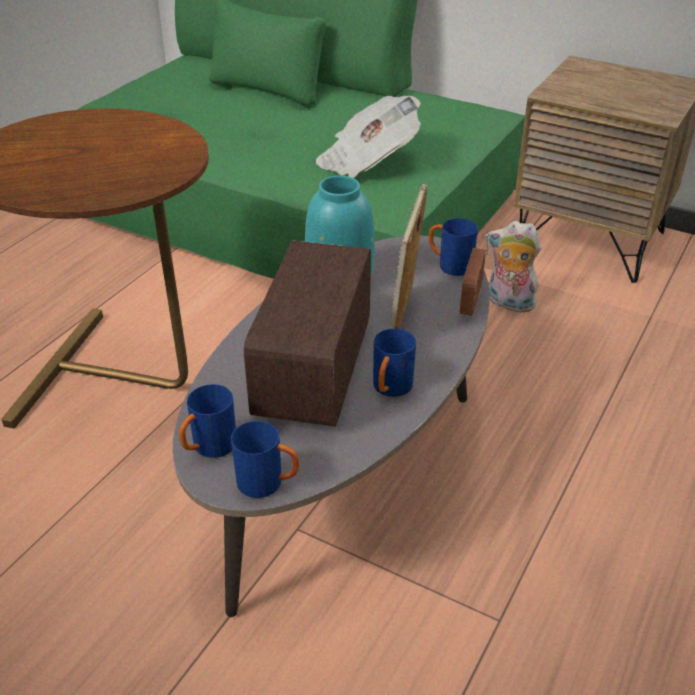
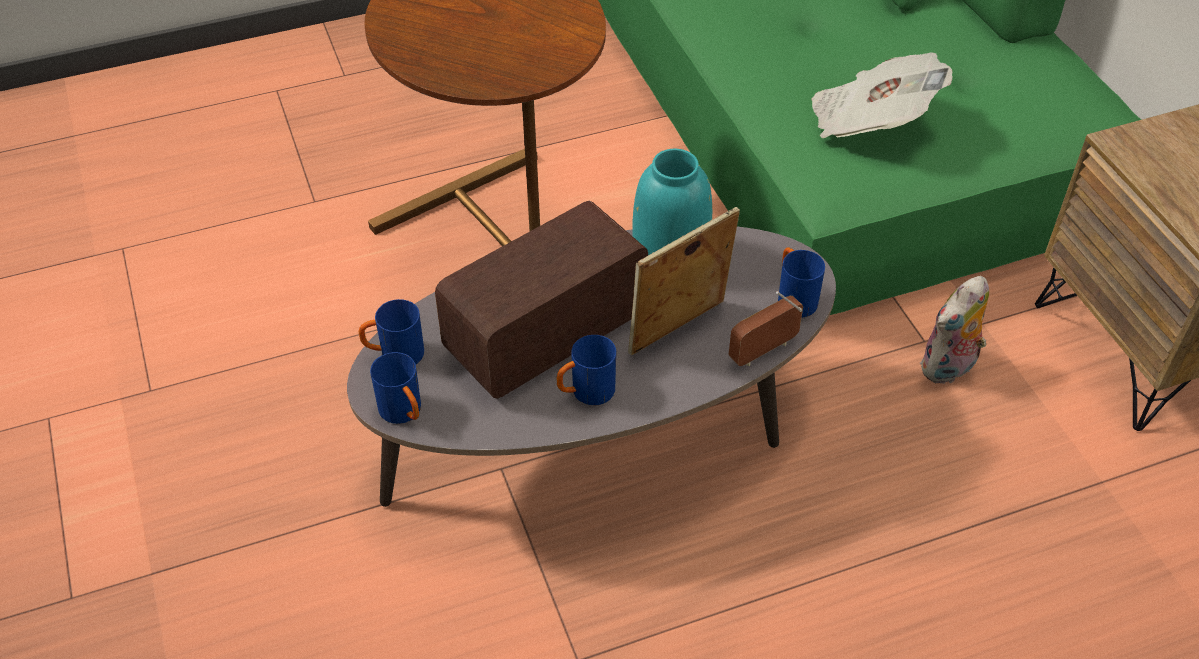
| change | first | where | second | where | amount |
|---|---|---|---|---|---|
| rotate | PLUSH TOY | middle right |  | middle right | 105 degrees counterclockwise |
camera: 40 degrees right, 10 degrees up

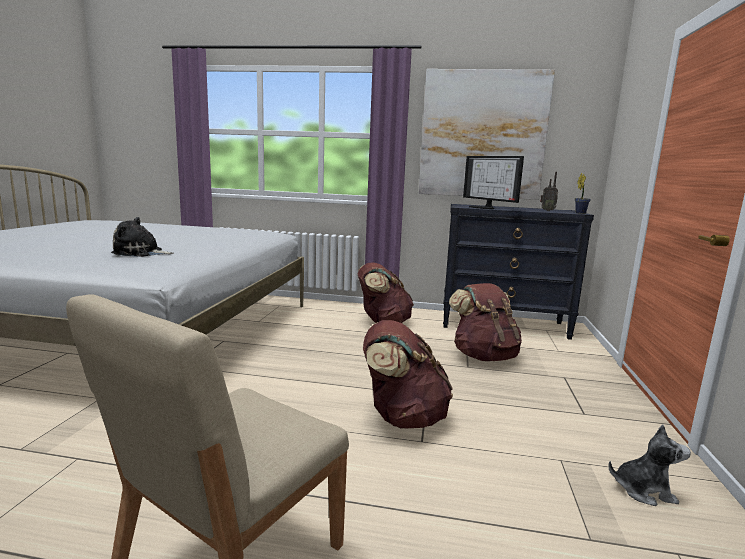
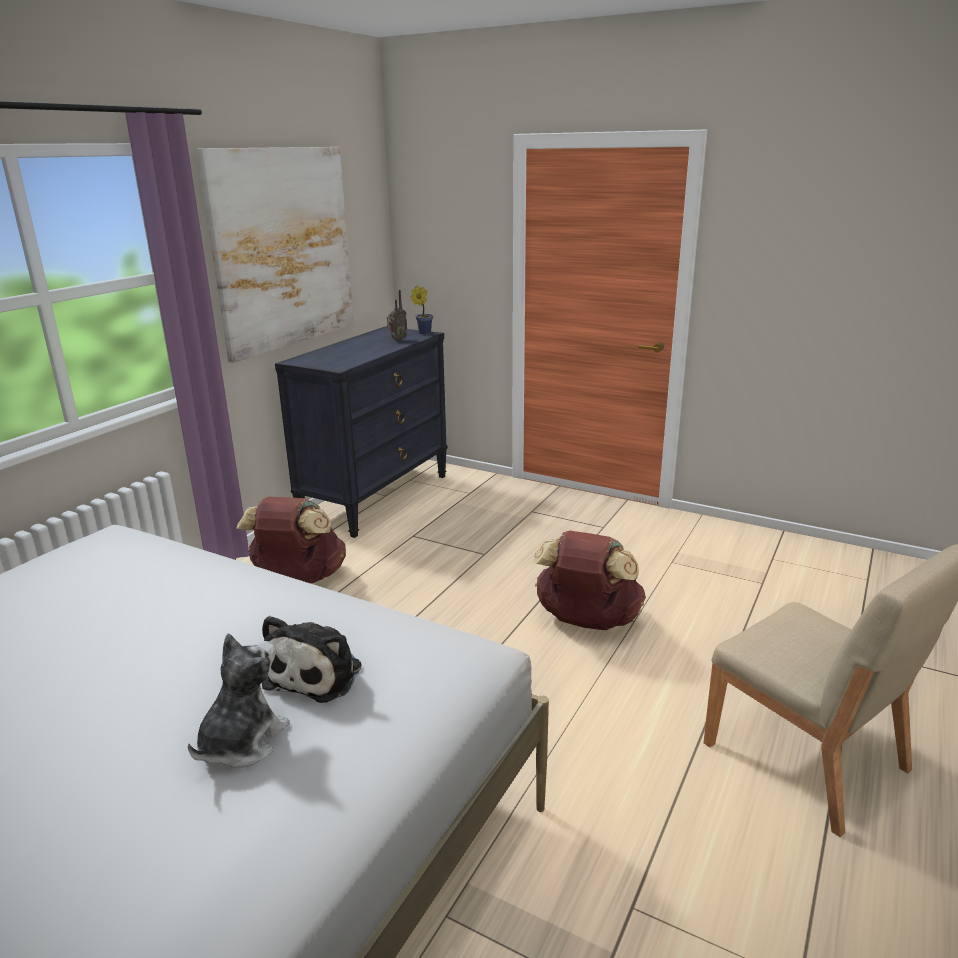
| change | first | where | second | where | amount |
|---|---|---|---|---|---|
| delete | BROWN BACKPACK (3rd from left) | centre |  |  |  |
| delete | MONITOR | top centre |  |  |  |
| move | PLUSH TOY (2nd from left in the first image) | bottom right | PLUSH TOY (1st from left) | bottom left |  |
camera: 70 degrees left, 10 degrees up

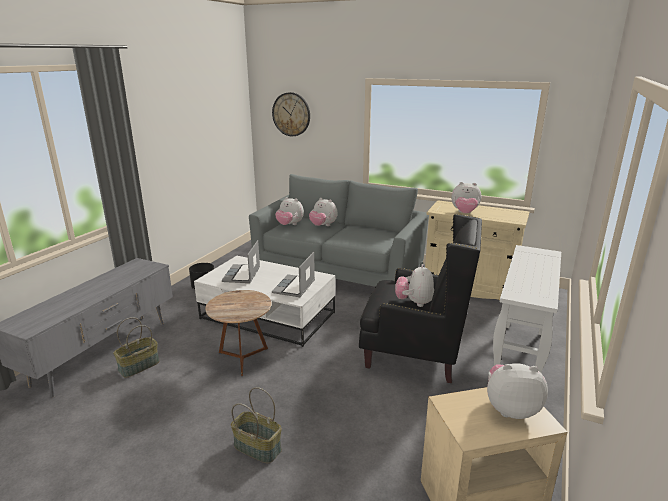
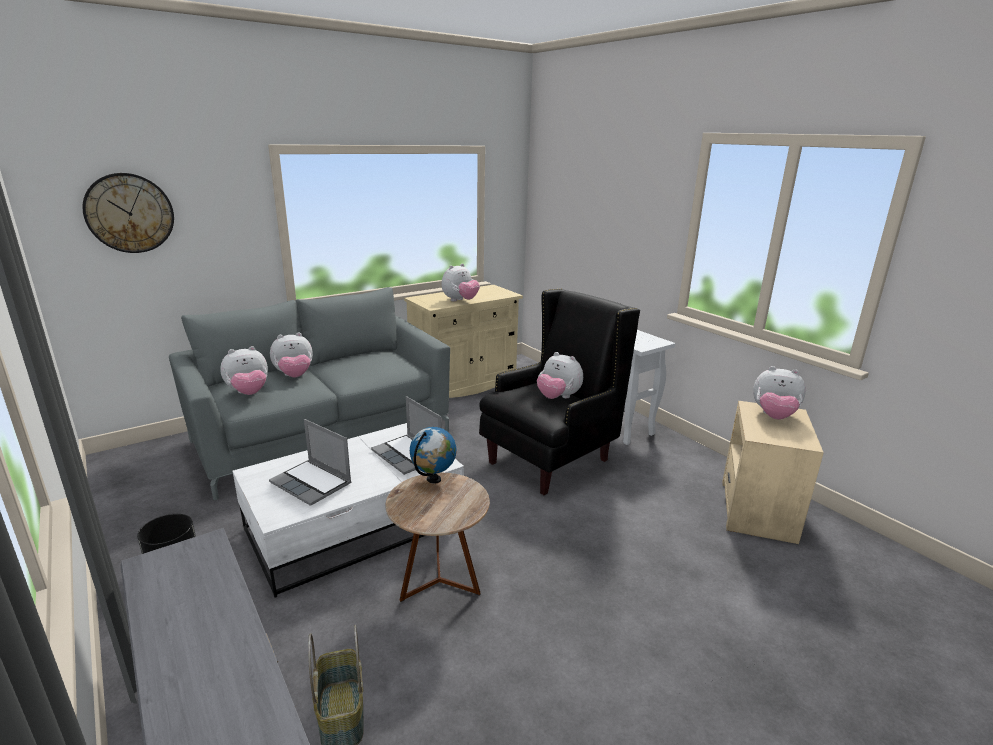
| change | first | where | second | where | amount |
|---|---|---|---|---|---|
| delete | BASKET (2nd from left) | bottom centre |  |  |  |
| insert |  |  | GLOBE | centre |  |
| rotate | PLUSH TOY (5th from left) | bottom right |  | middle right | 105 degrees counterclockwise |
camera: 60 degrees left, 0 degrees up

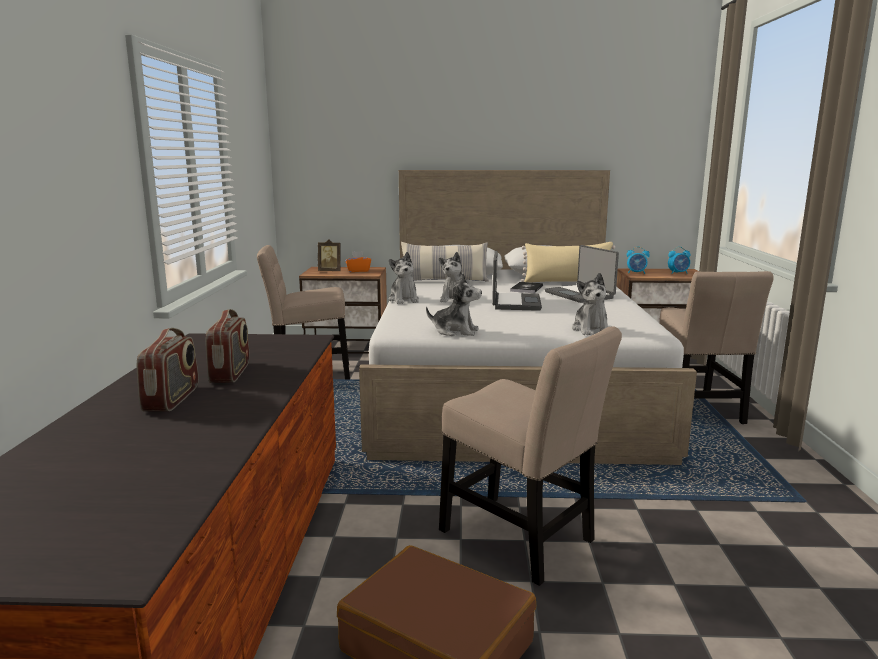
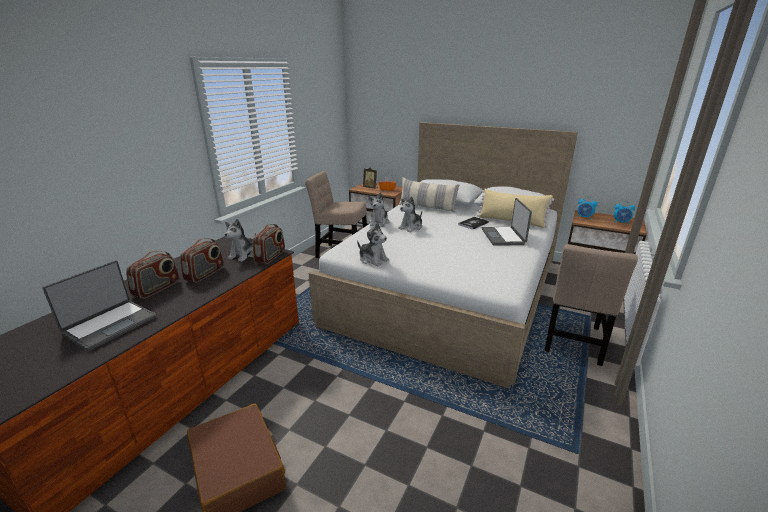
| change | first | where | second | where | amount |
|---|---|---|---|---|---|
| delete | BEIGE CHAIR (2nd from left) | bottom centre |  |  |  |
| insert |  |  | RADIO (3rd from left) | centre |  |
| move | LAPTOP (1st from left) | centre |  | middle left |  |
| move | PLUSH TOY (4th from left in the first image) | middle right | PLUSH TOY (1st from left) | middle left |  |
camera: 25 degrees right, 10 degrees up

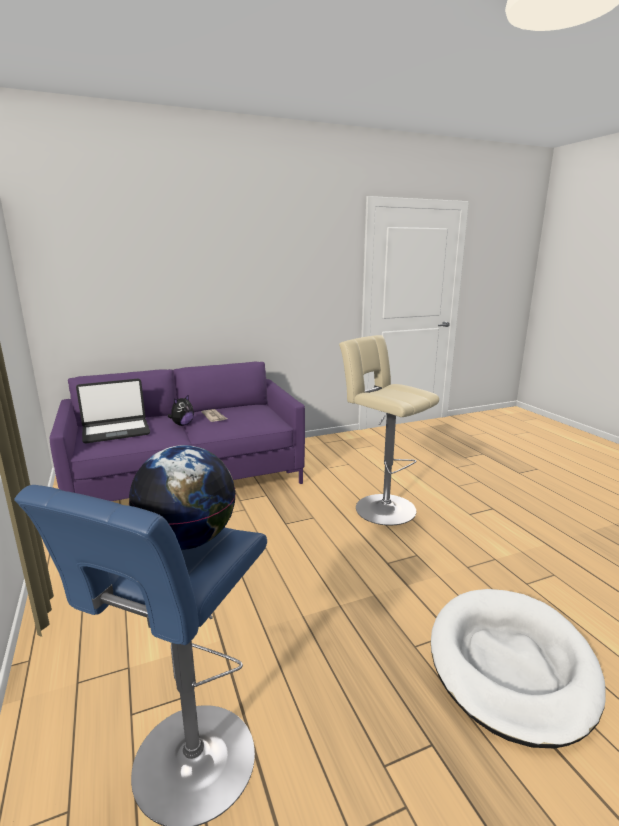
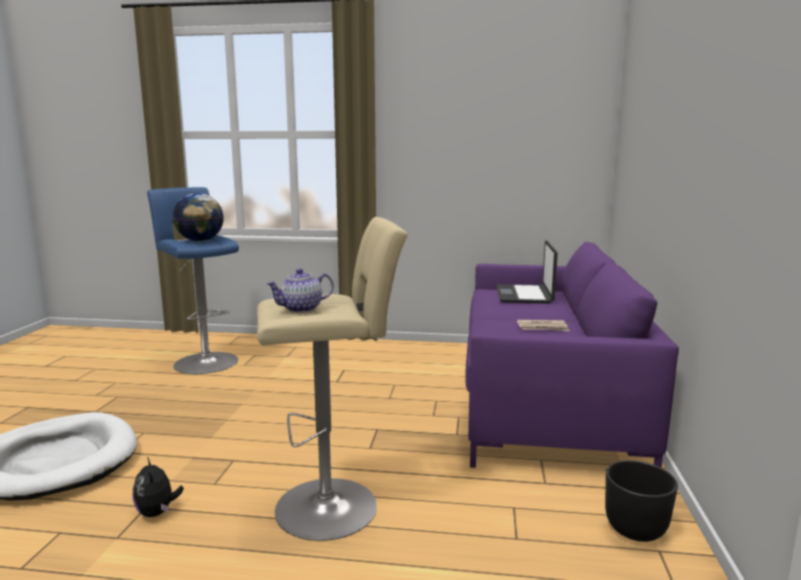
| change | first | where | second | where | amount |
|---|---|---|---|---|---|
| insert |  |  | TEAPOT | centre |  |
| insert |  |  | BLACK PLANTER | bottom right |  |
| move | PLUSH TOY | middle left |  | bottom left |  |
camera: 120 degrees right, 5 degrees down

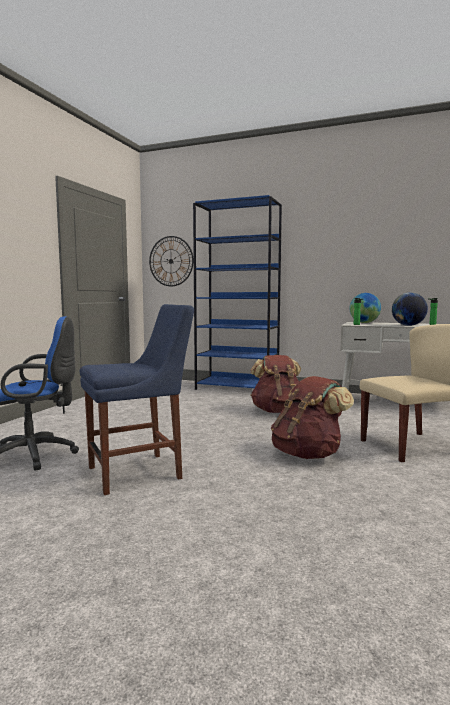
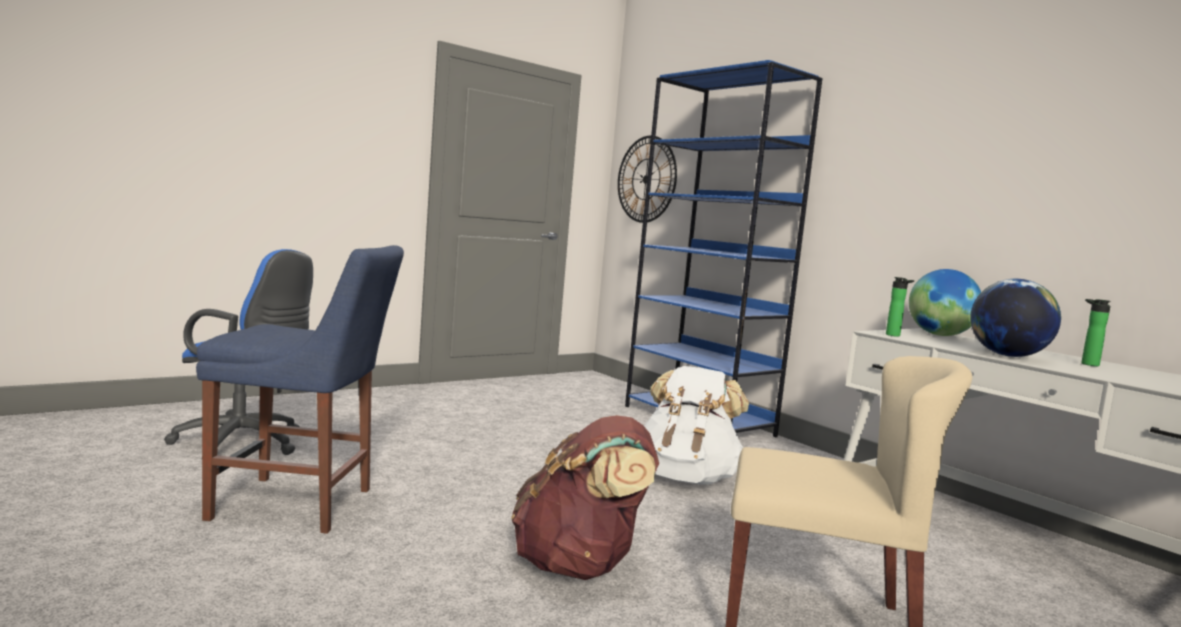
| change | first | where | second | where | amount |
|---|---|---|---|---|---|
| recolor | BROWN BACKPACK (1st from left) | centre | WHITE BACKPACK | bottom centre |  |
camera: 30 degrees right, 0 degrees up

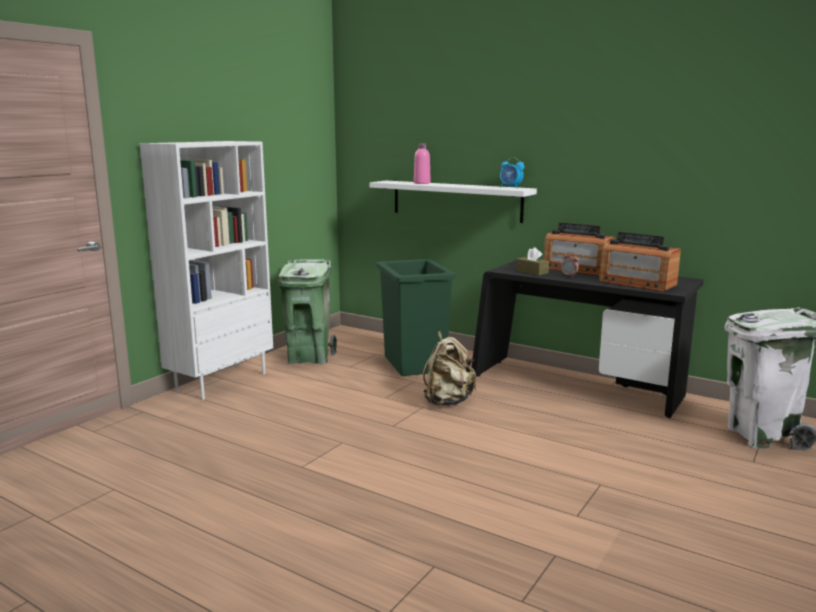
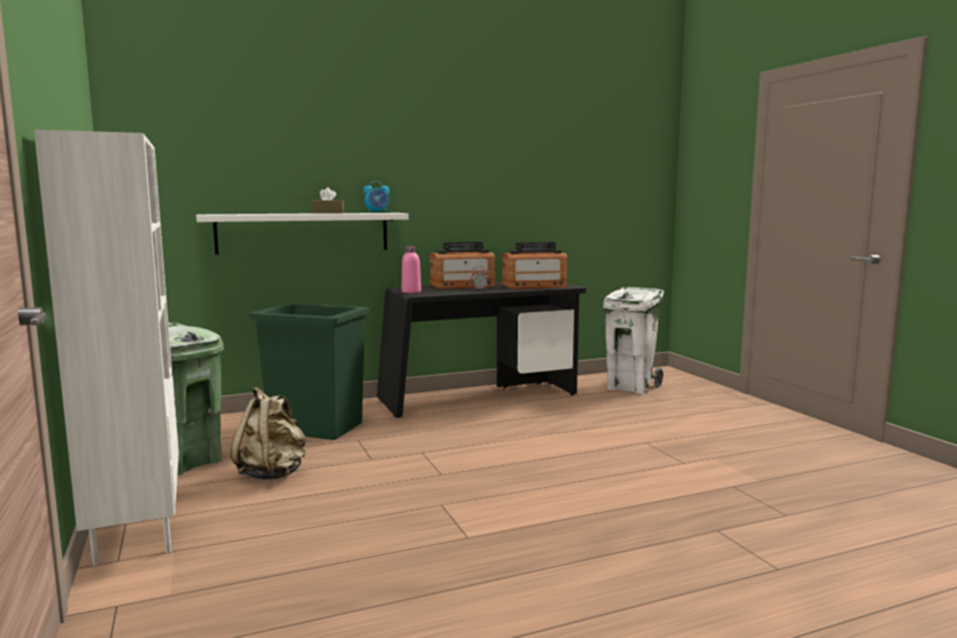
| change | first | where | second | where | amount |
|---|---|---|---|---|---|
| move | PINK BOTTLE | top centre |  | centre |  |
| move | BEIGE BACKPACK | centre |  | bottom left |  |
| move | BROWN TISSUE BOX | centre |  | top centre |  |
camera: 55 degrees left, 5 degrees down

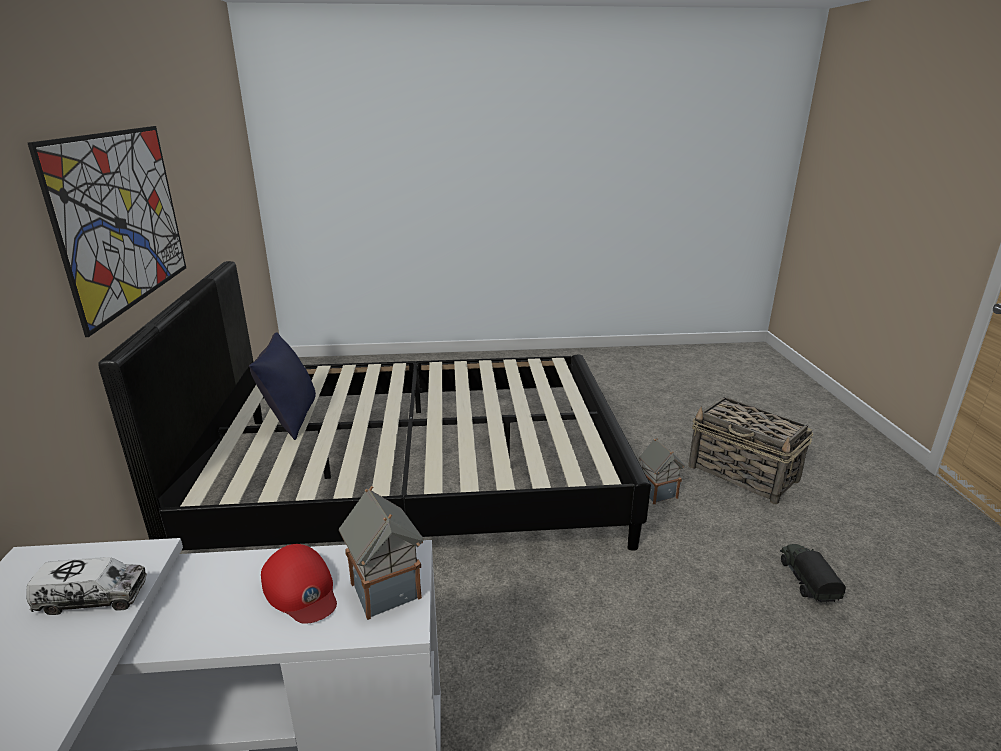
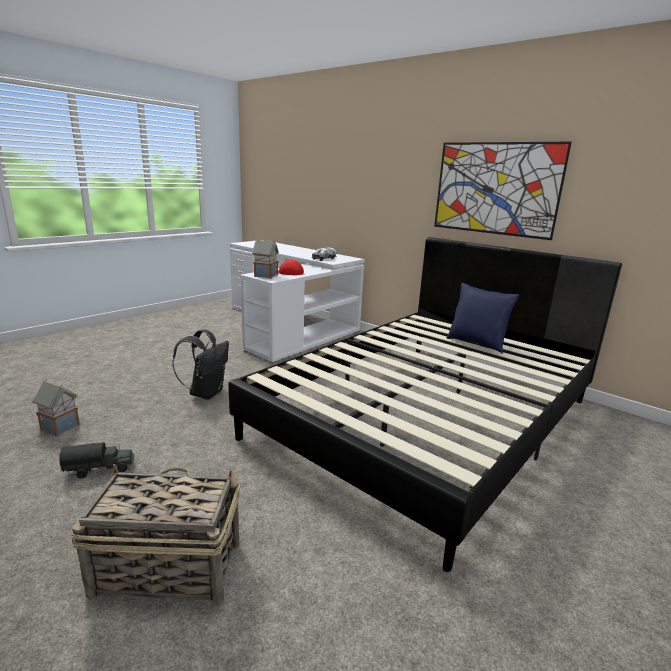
| change | first | where | second | where | amount |
|---|---|---|---|---|---|
| insert |  |  | BLACK BACKPACK | middle left |  |
| move | TOY HOUSE (2nd from left in the first image) | centre | TOY HOUSE (1st from left) | middle left |  |
| rotate | TOY TRUCK (2nd from left in the first image) | bottom right | TOY TRUCK (1st from left) | bottom left | 60 degrees counterclockwise |
camera: 135 degrees right, 5 degrees down

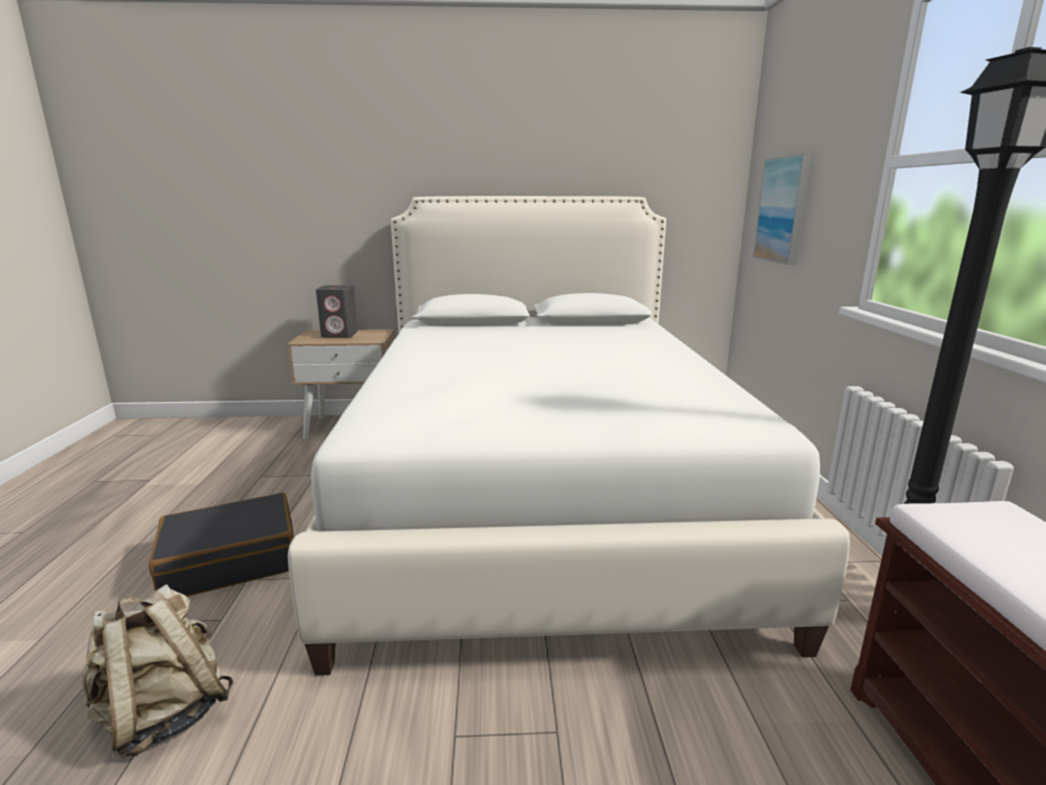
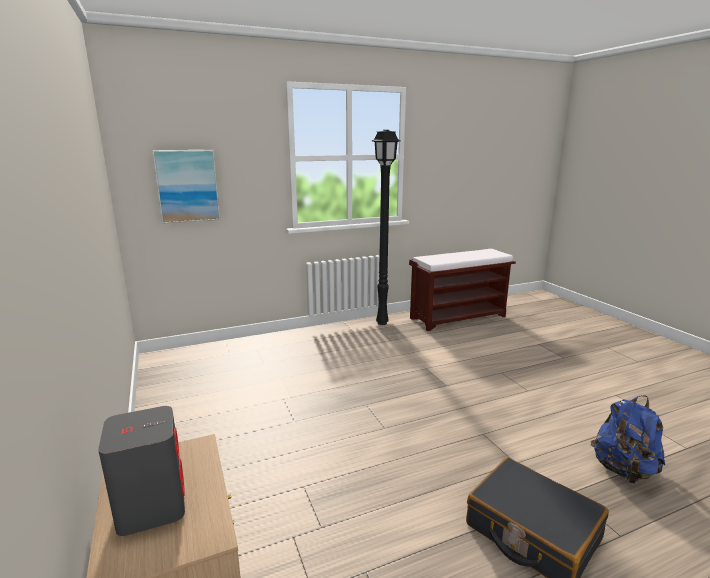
| change | first | where | second | where | amount |
|---|---|---|---|---|---|
| delete | WHITE BED | centre |  |  |  |
| recolor | BEIGE BACKPACK | bottom left | BLUE BACKPACK | bottom right |  |
camera: 110 degrees left, 0 degrees up

